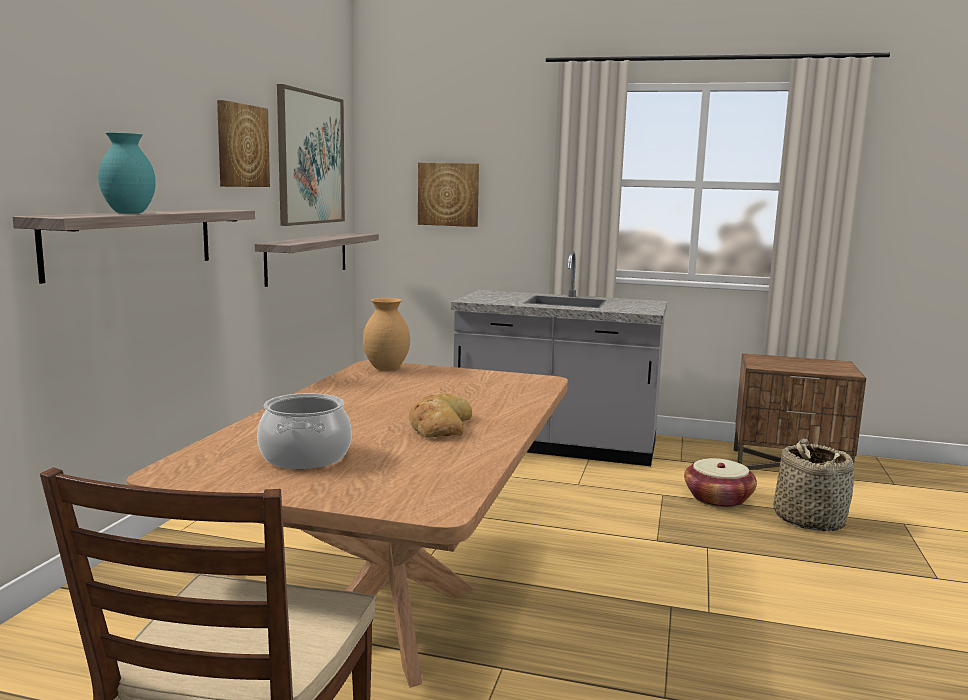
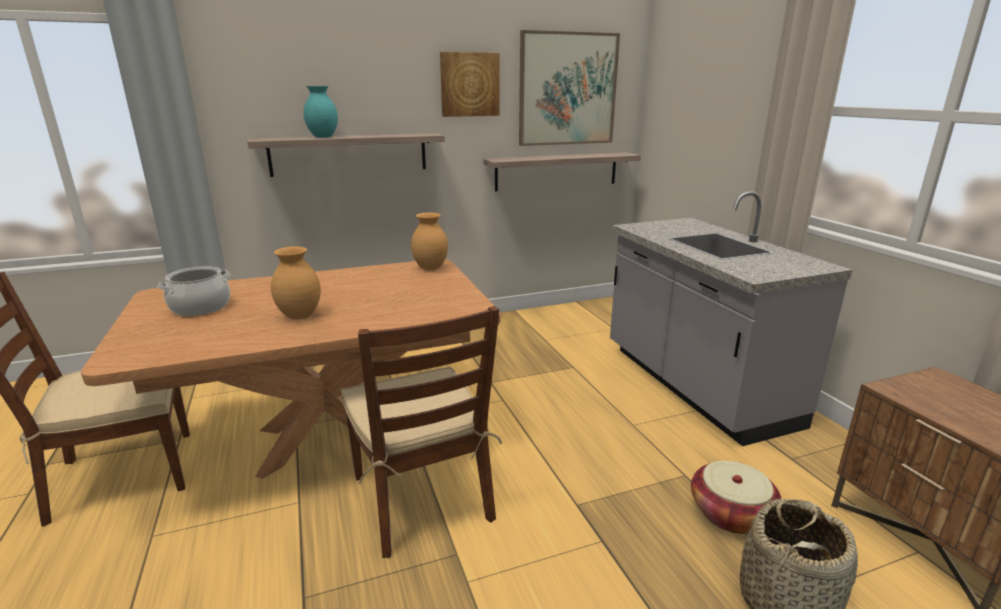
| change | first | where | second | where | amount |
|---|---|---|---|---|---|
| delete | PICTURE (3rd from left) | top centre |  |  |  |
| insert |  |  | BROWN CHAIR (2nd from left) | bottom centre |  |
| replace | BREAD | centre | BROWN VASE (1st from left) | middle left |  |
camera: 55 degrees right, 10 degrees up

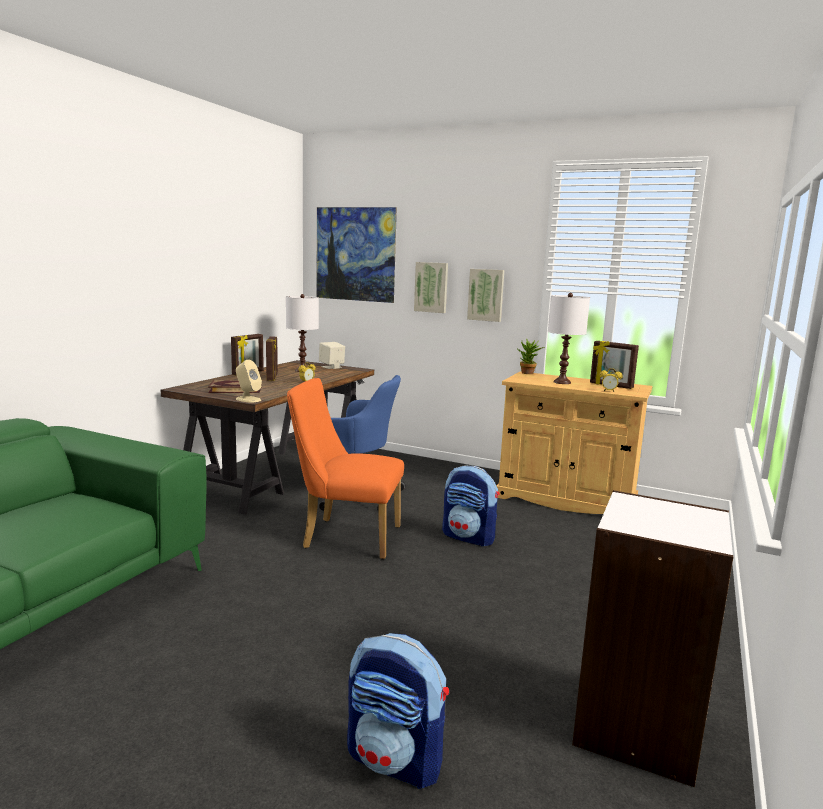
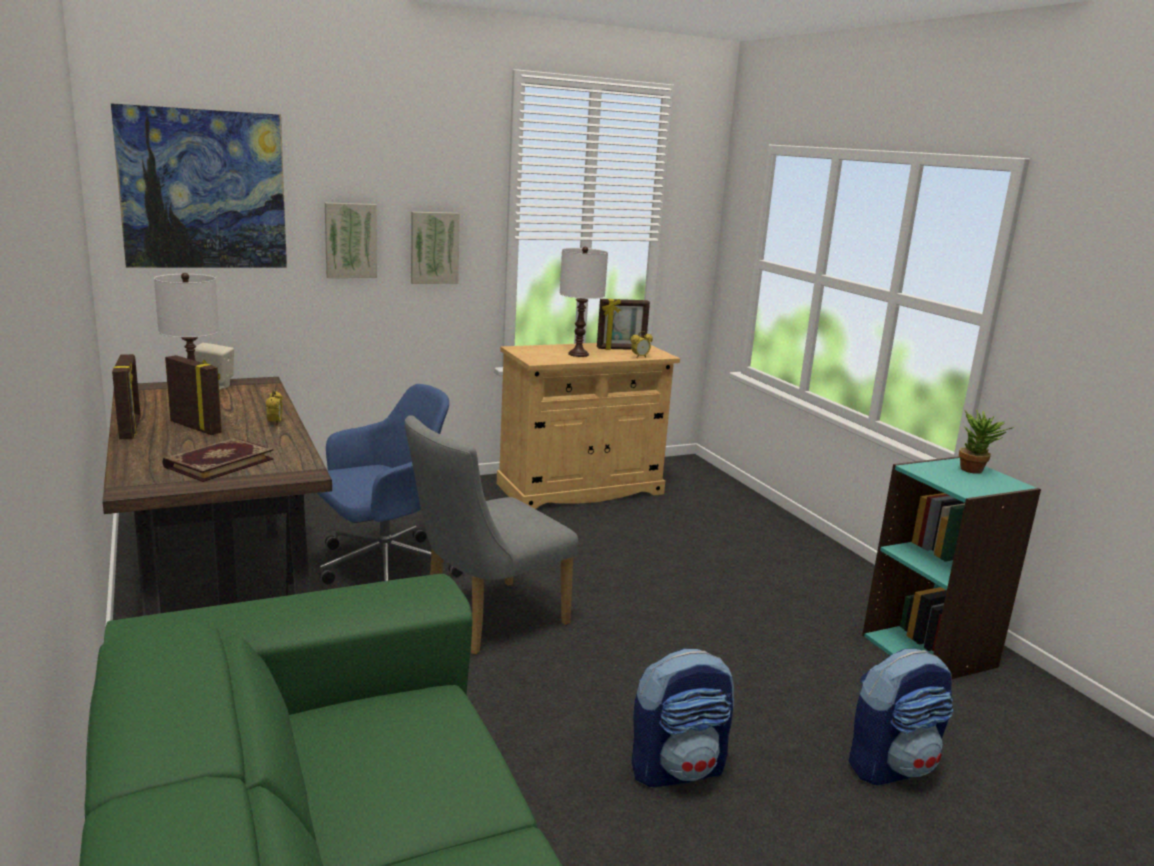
| change | first | where | second | where | amount |
|---|---|---|---|---|---|
| delete | BEIGE SPEAKER (1st from left) | middle left |  |  |  |
| move | BACKPACK (2nd from left in the first image) | centre | BACKPACK (1st from left) | bottom centre |  |
| move | POTTED PLANT | centre |  | middle right |  |
| recolor | ORANGE CHAIR | centre | GREY CHAIR | centre |  |
| recolor | WHITE BOOKCASE | bottom right | TURQUOISE BOOKCASE | middle right |  |
camera: 50 degrees left, 5 degrees up

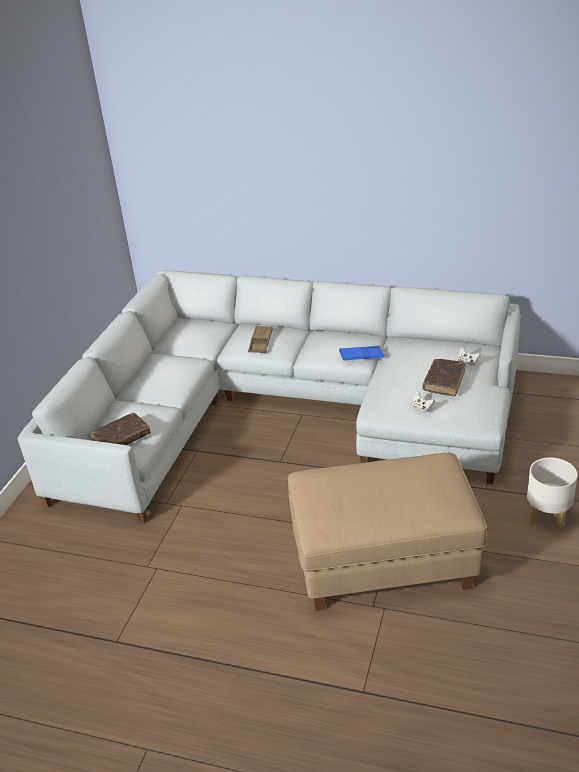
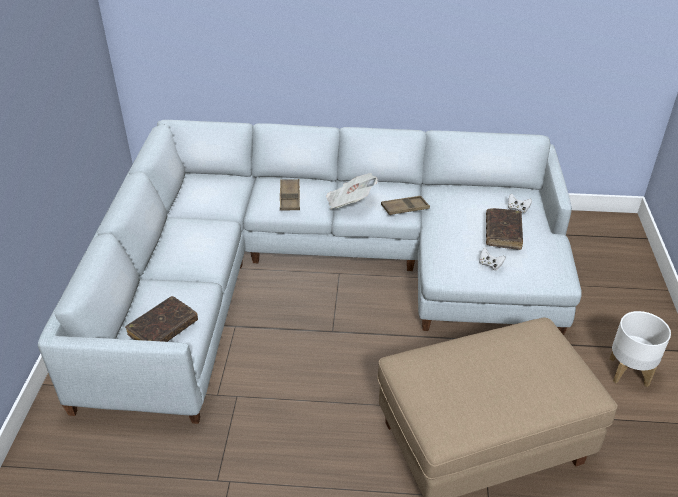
| change | first | where | second | where | amount |
|---|---|---|---|---|---|
| insert |  |  | NEWSPAPER | centre |  |
| recolor | BLUE TRAY | centre | BROWN TRAY (2nd from left) | centre |  |
camera: 15 degrees left, 5 degrees up

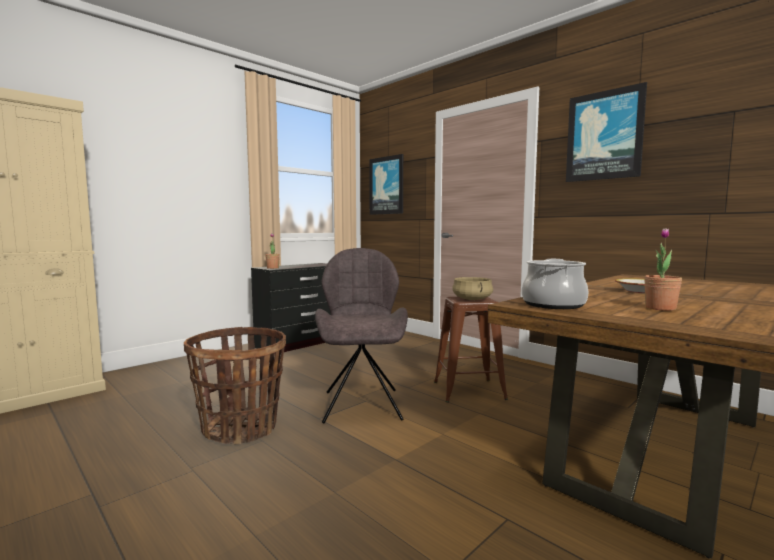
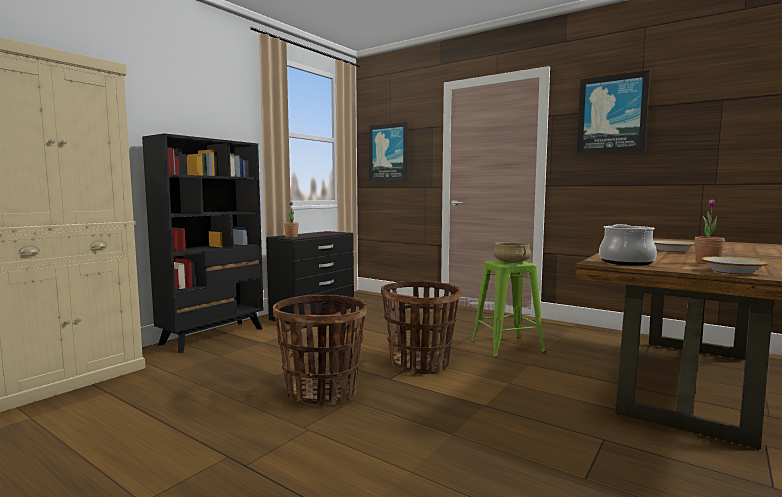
| change | first | where | second | where | amount |
|---|---|---|---|---|---|
| insert |  |  | BLACK BOOKCASE | middle left |  |
| insert |  |  | BOWL (2nd from left) | middle right |  |
| replace | GREY CHAIR | centre | BASKET (2nd from left) | centre |  |
| recolor | BROWN STOOL | centre | GREEN STOOL | centre |  |
camera: 10 degrees left, 0 degrees up

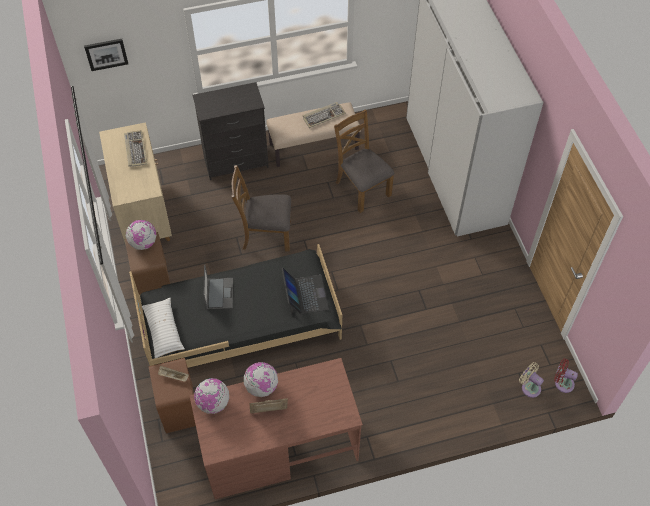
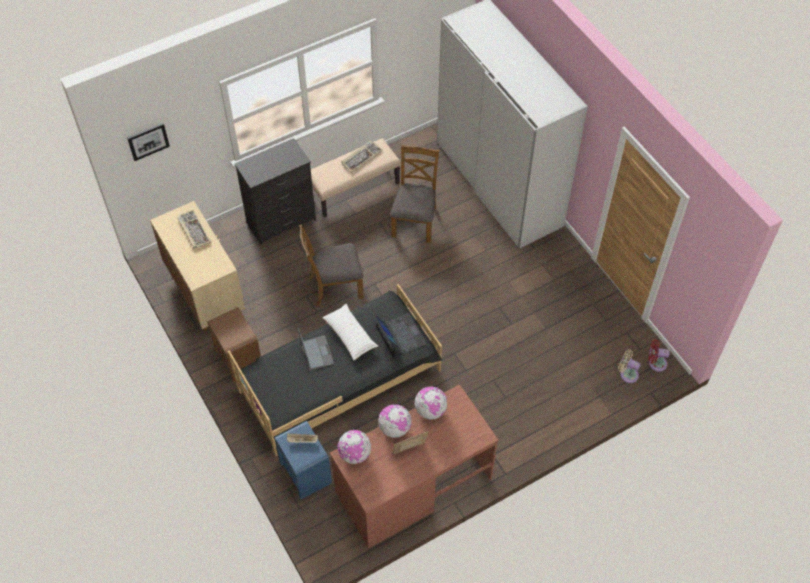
| change | first | where | second | where | amount |
|---|---|---|---|---|---|
| move | GLOBE (1st from left in the first image) | middle left | GLOBE (3rd from left) | bottom centre |  |
| move | WHITE PILLOW | middle left |  | centre |  |
| recolor | BROWN NIGHTSTAND (2nd from left) | bottom left | BLUE NIGHTSTAND | bottom centre |  |
| rotate | BROWN CHAIR (2nd from left) | top centre |  | top centre | 60 degrees clockwise |
camera: 15 degrees left, 0 degrees up

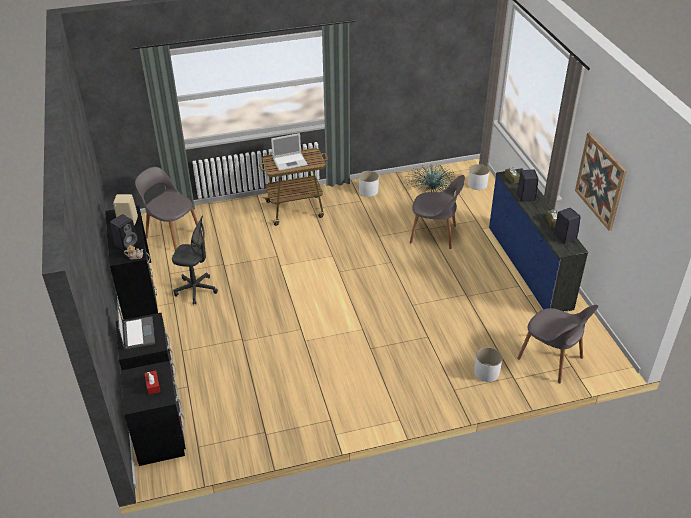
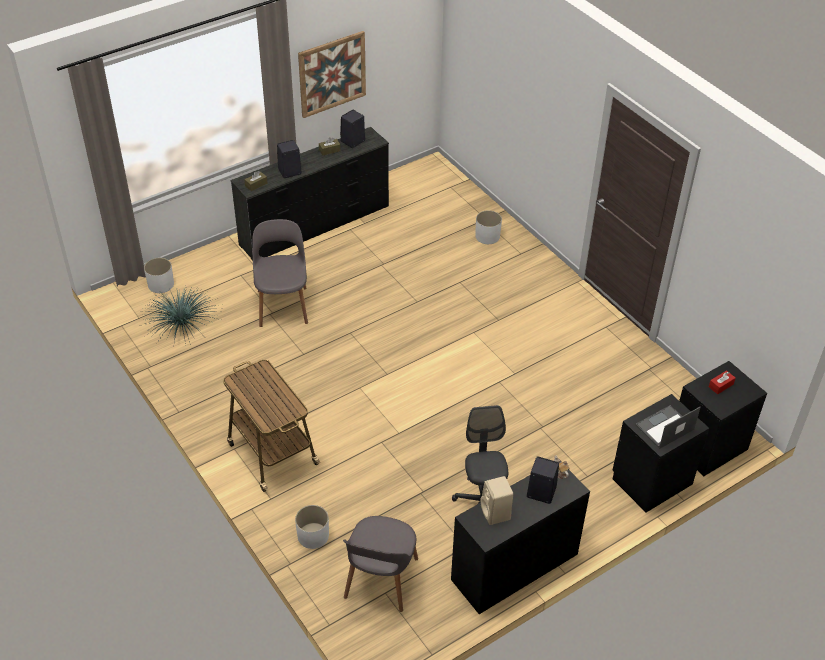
| change | first | where | second | where | amount |
|---|---|---|---|---|---|
| delete | LAPTOP (2nd from left) | top centre |  |  |  |
| delete | GREY CHAIR (3rd from left) | middle right |  |  |  |
| move | WHITE PLANTER (1st from left in the first image) | centre | WHITE PLANTER (2nd from left) | bottom centre |  |
| recolor | BLUE DRESSER | middle right | BLACK DRESSER | top centre |  |
camera: 110 degrees left, 5 degrees up

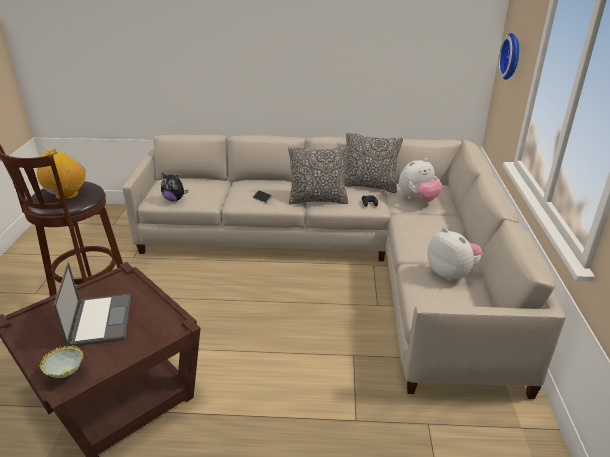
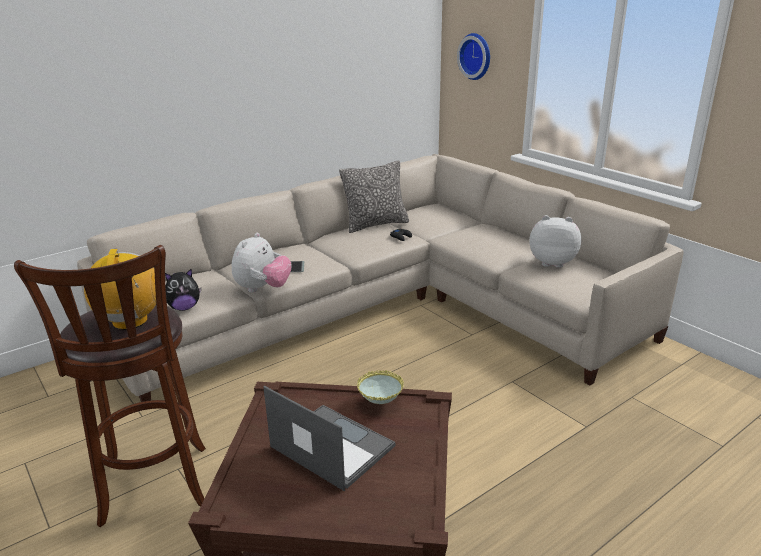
| change | first | where | second | where | amount |
|---|---|---|---|---|---|
| delete | PILLOW (1st from left) | centre |  |  |  |
| move | BOWL | bottom left |  | bottom centre |  |
| move | PLUSH TOY (2nd from left) | middle right |  | centre |  |
camera: 40 degrees left, 5 degrees down

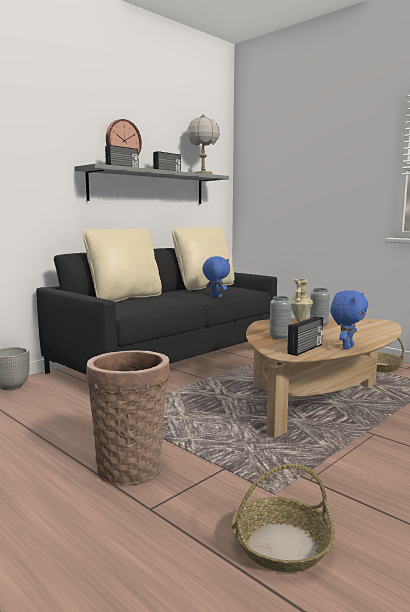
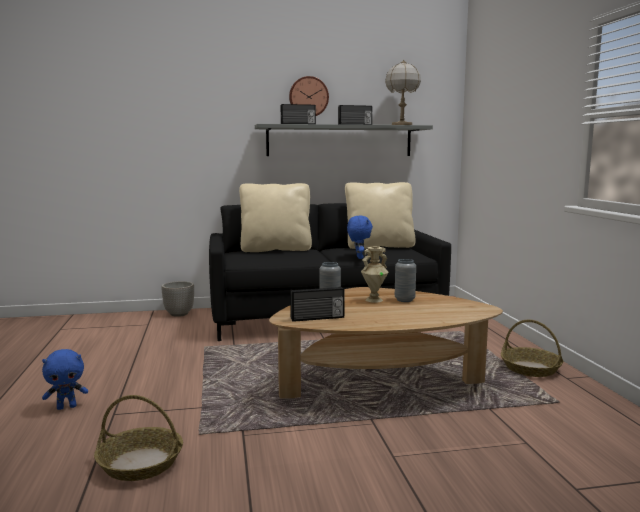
| change | first | where | second | where | amount |
|---|---|---|---|---|---|
| delete | BASKET (1st from left) | bottom left |  |  |  |
| move | BLUE PLUSH TOY (2nd from left in the first image) | middle right | BLUE PLUSH TOY (1st from left) | bottom left |  |
camera: 35 degrees right, 0 degrees up

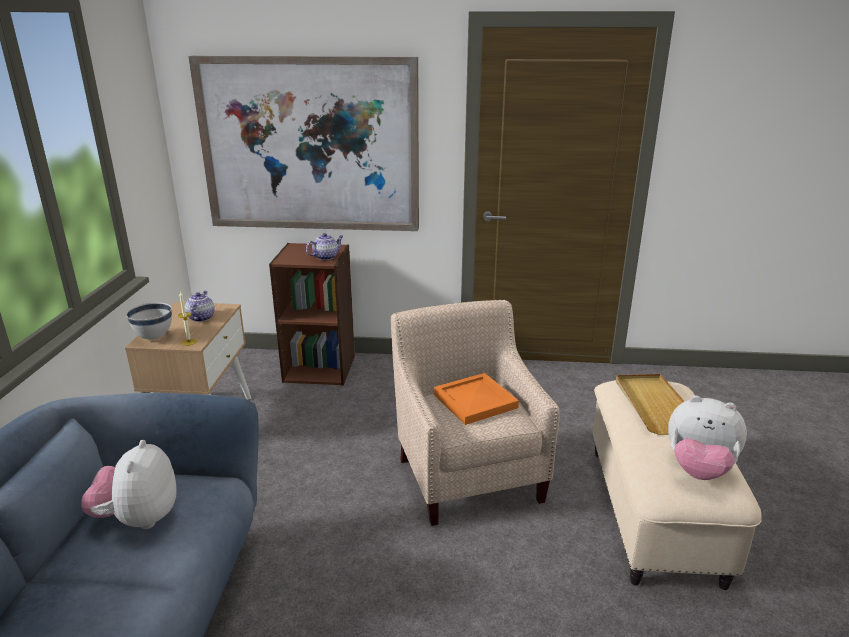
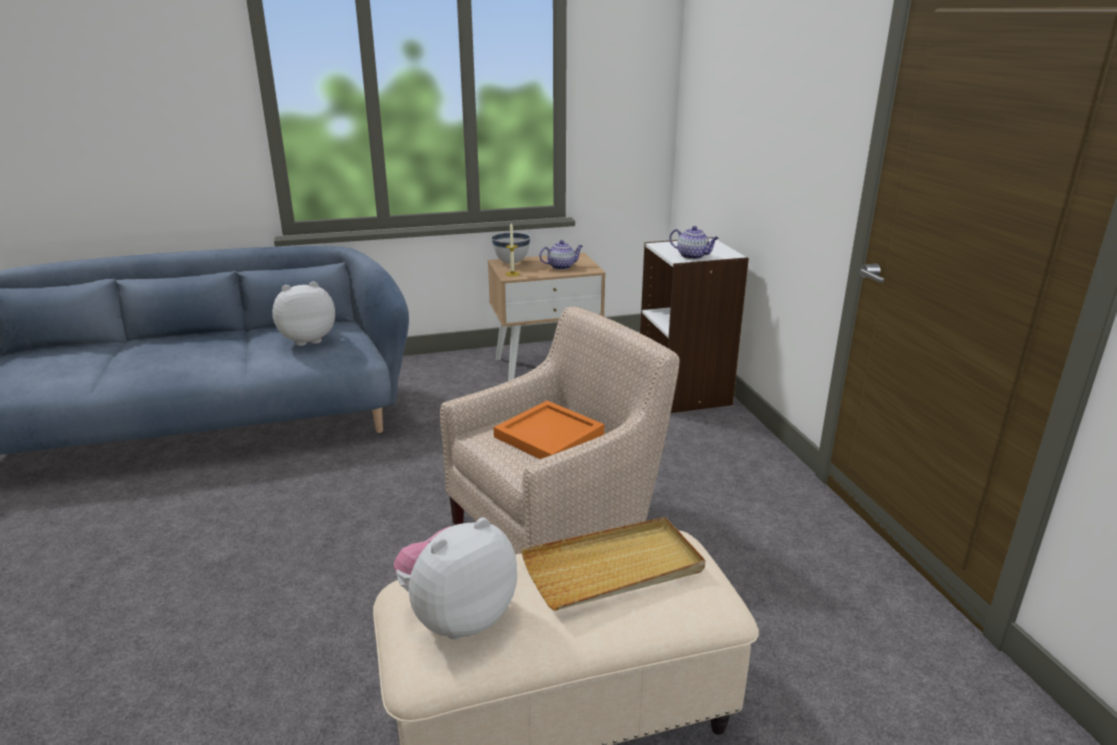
| change | first | where | second | where | amount |
|---|---|---|---|---|---|
| delete | PICTURE | top centre |  |  |  |
| recolor | BROWN BOOKCASE | centre | WHITE BOOKCASE | centre |  |
| rotate | PLUSH TOY (2nd from left) | bottom right |  | bottom centre | 45 degrees clockwise |
camera: 70 degrees right, 0 degrees up

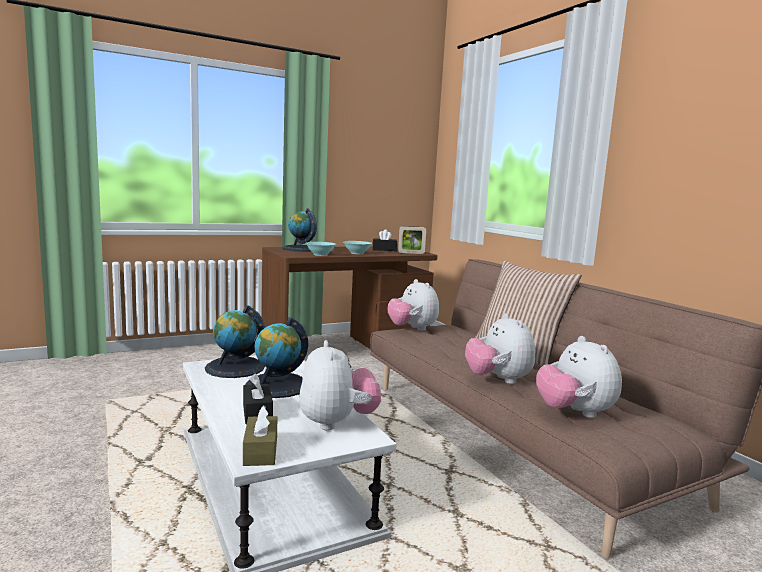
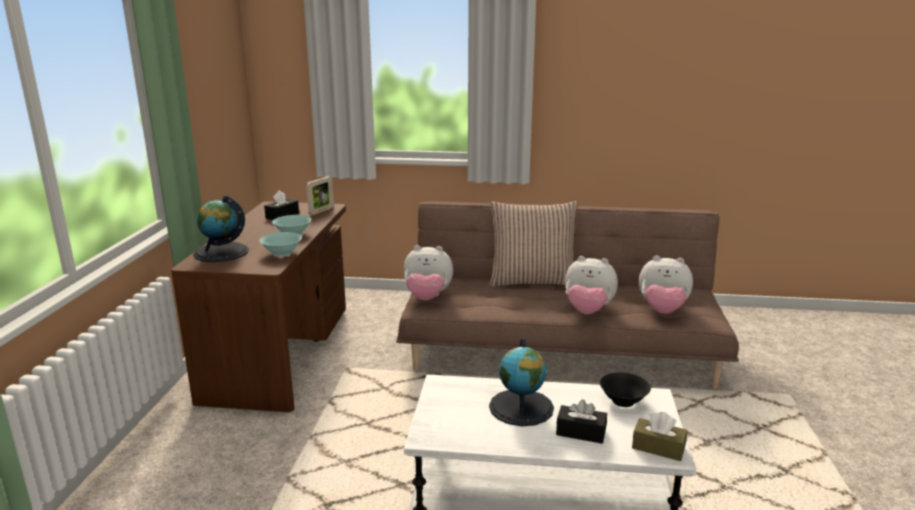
| change | first | where | second | where | amount |
|---|---|---|---|---|---|
| delete | GLOBE (1st from left) | middle left |  |  |  |
| replace | PLUSH TOY (1st from left) | bottom centre | BLACK BOWL | bottom right |  |
camera: 55 degrees left, 10 degrees up

